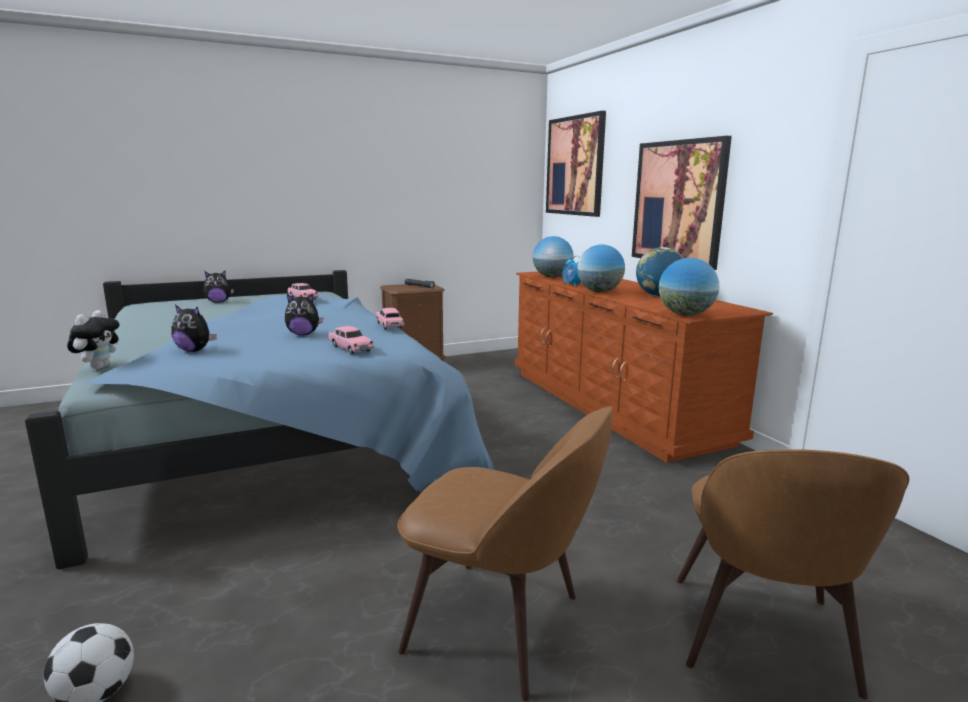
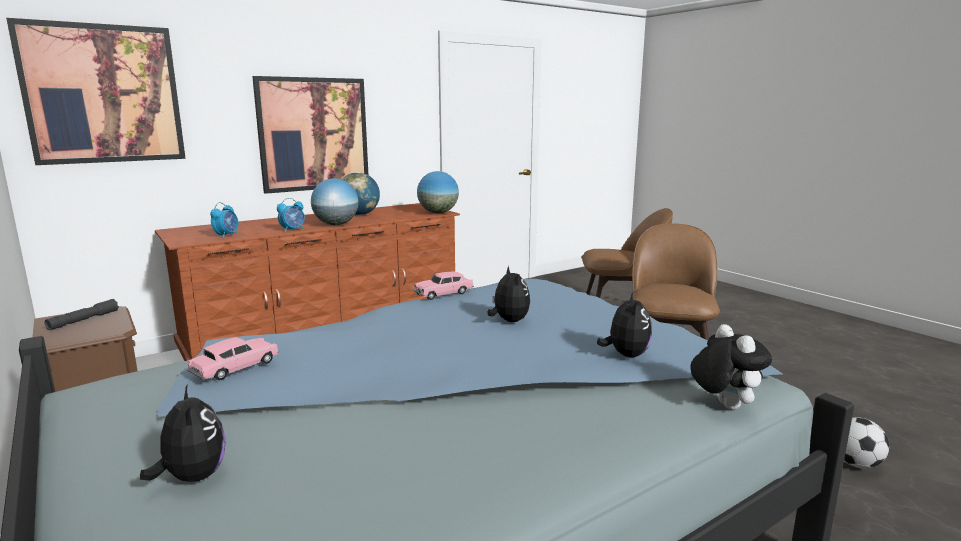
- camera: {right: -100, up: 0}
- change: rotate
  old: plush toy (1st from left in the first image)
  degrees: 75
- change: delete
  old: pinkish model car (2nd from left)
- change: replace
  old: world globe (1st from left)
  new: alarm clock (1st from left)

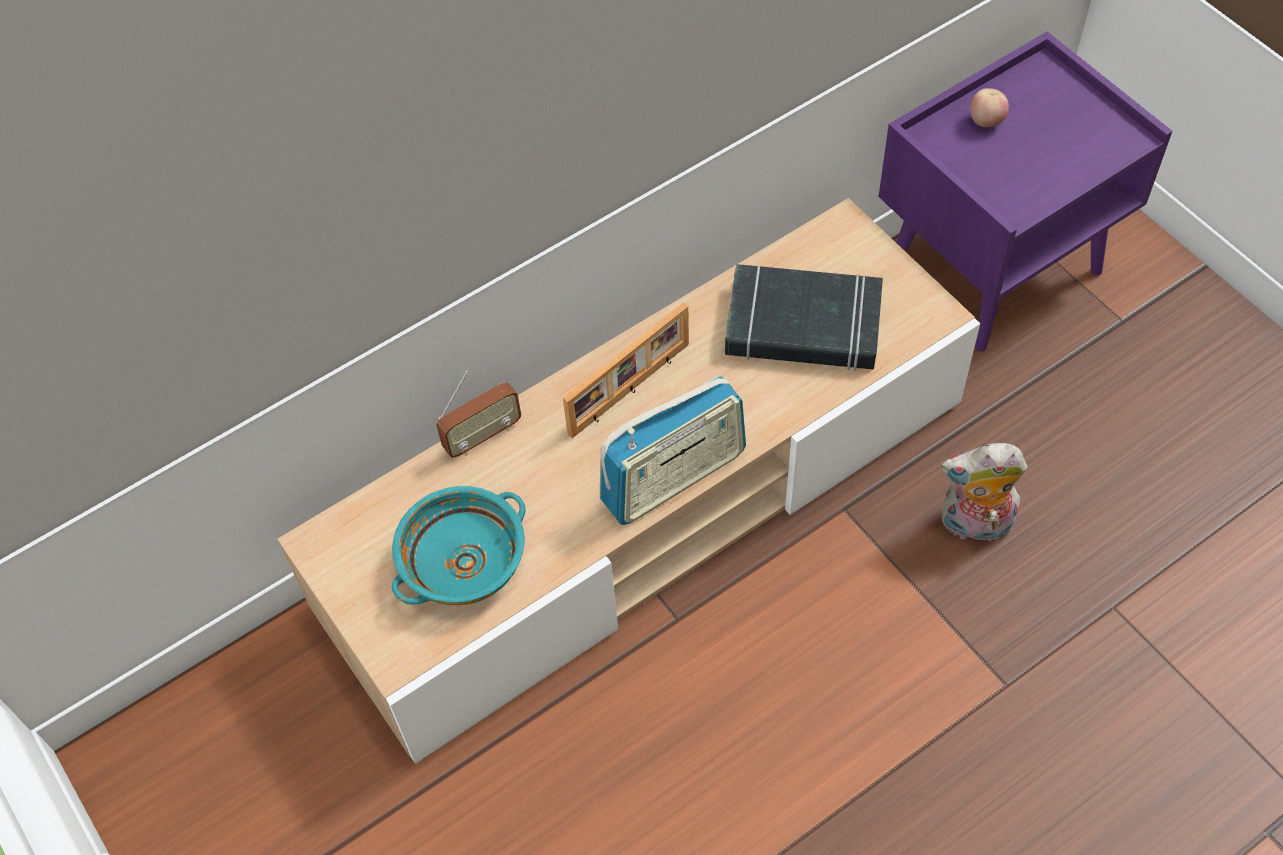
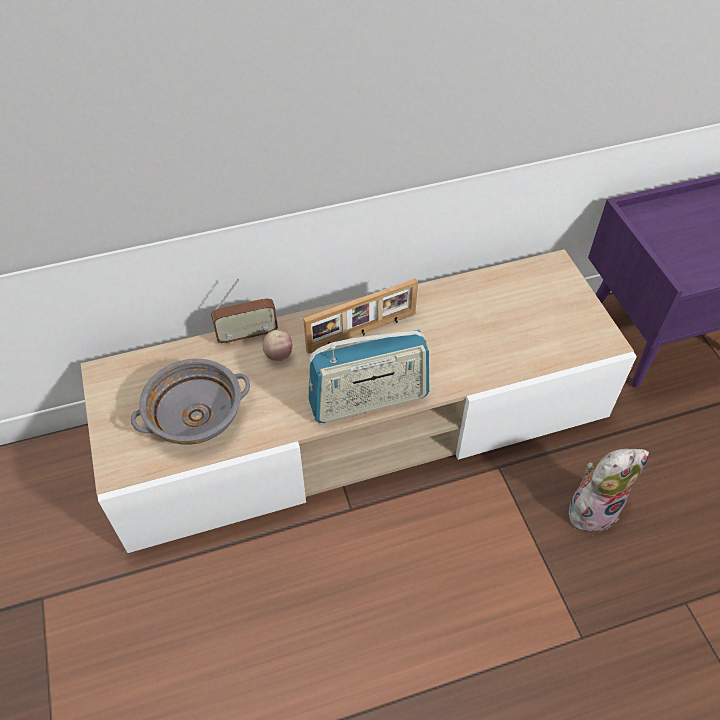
- camera: {right: 15, up: -5}
- change: recolor
  old: turquoise serving bowl
  new: greyish serving bowl
- change: delete
  old: black-coloured bound book
- change: rotate
  old: plush toy
  degrees: 135
- change: move
  old: whole apple

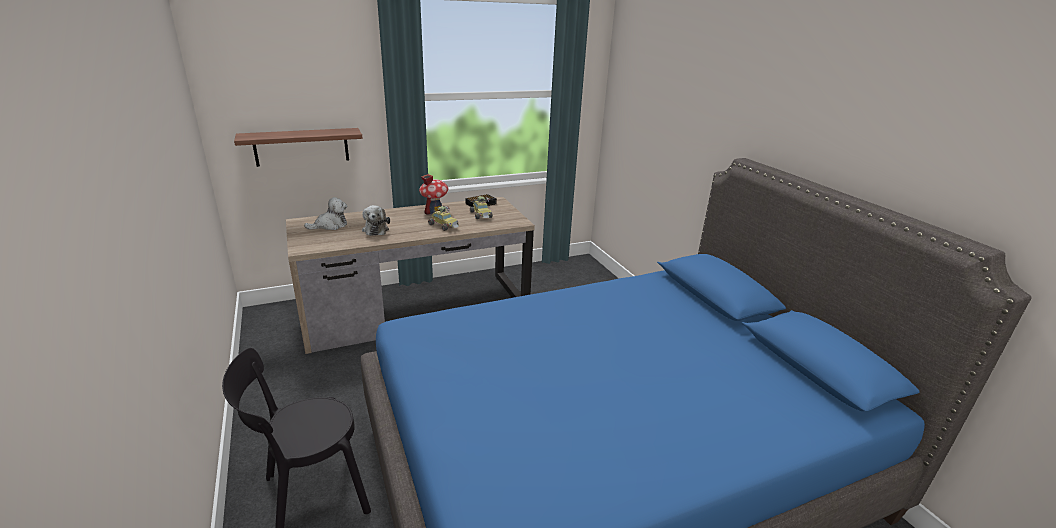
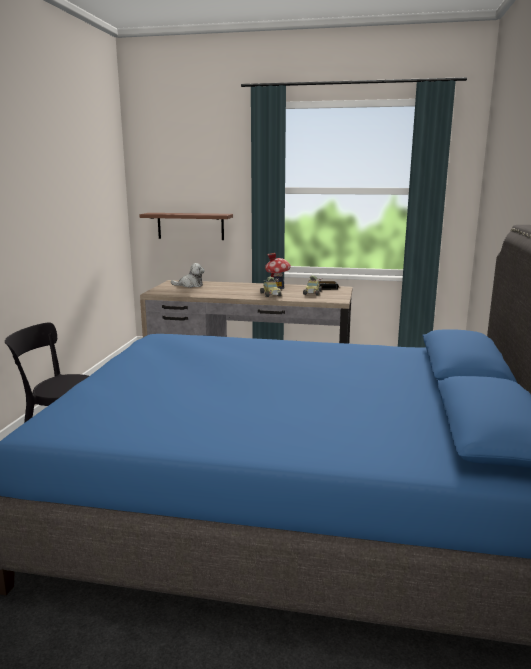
- camera: {right: 35, up: -10}
- change: delete
  old: plush toy (2nd from left)

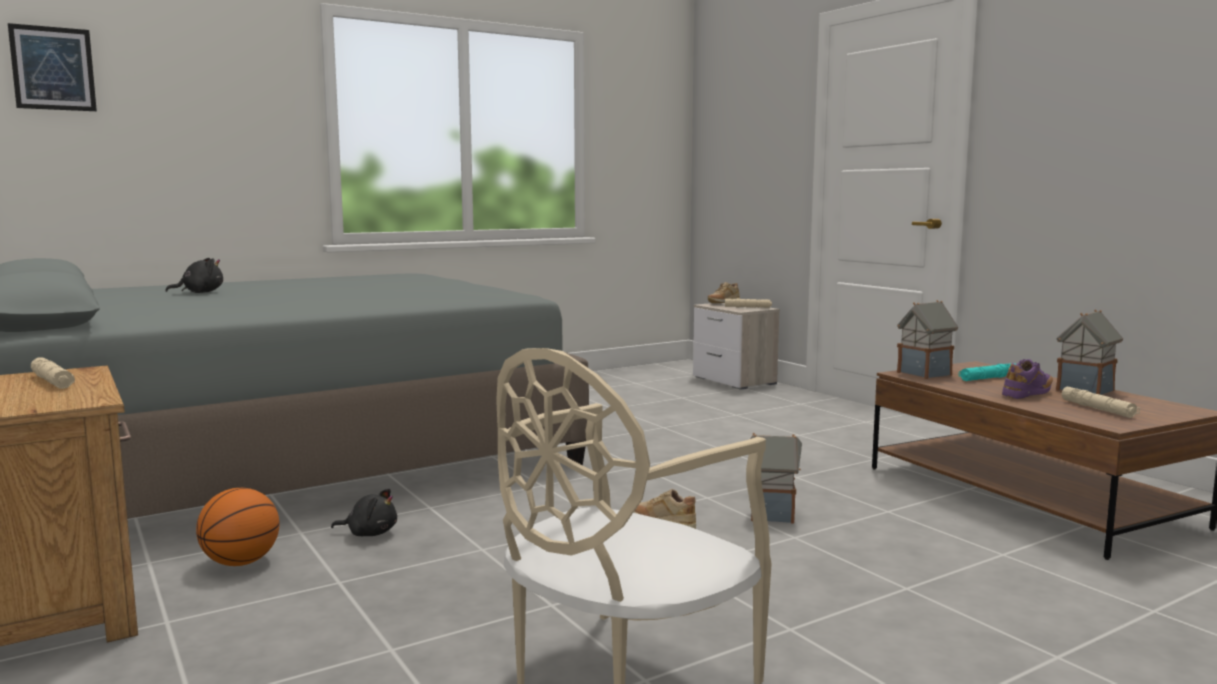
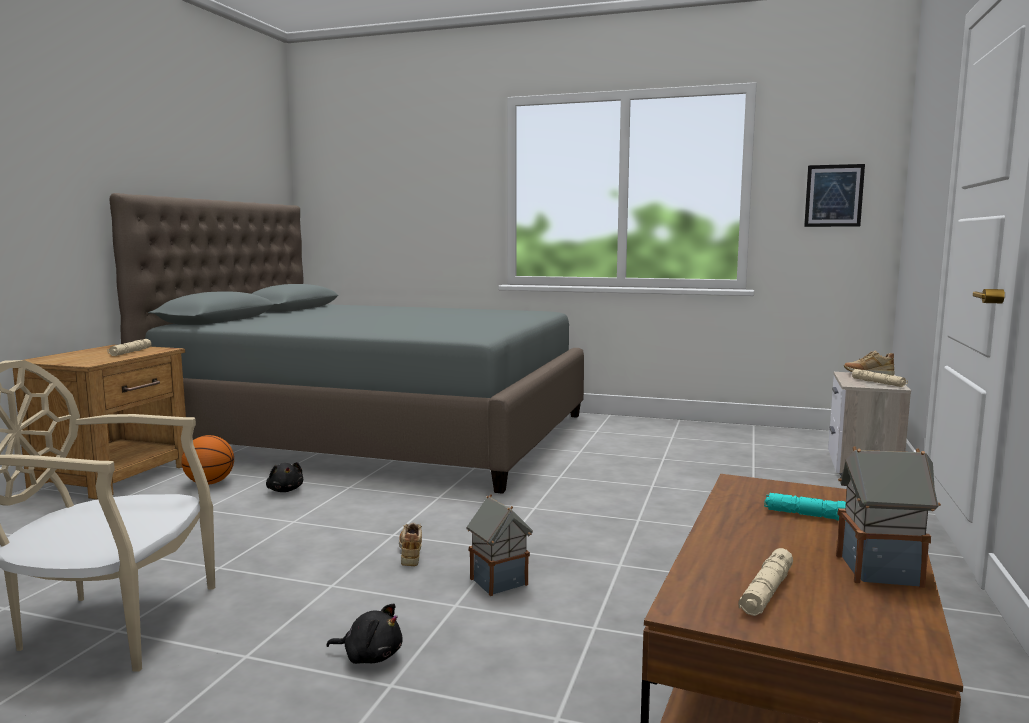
- camera: {right: 50, up: 0}
- change: move
  old: wall art
- change: move
  old: black-coloured plush toy (1st from left in the first image)
  new: black-coloured plush toy (2nd from left)
- change: delete
  old: model house (2nd from left)
- change: delete
  old: purple shoe

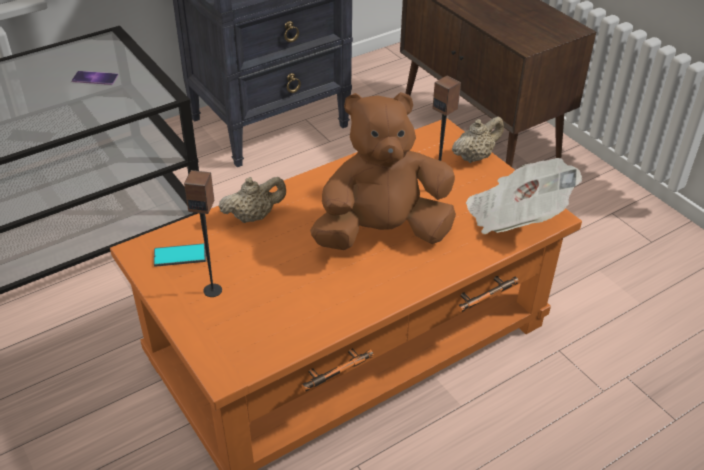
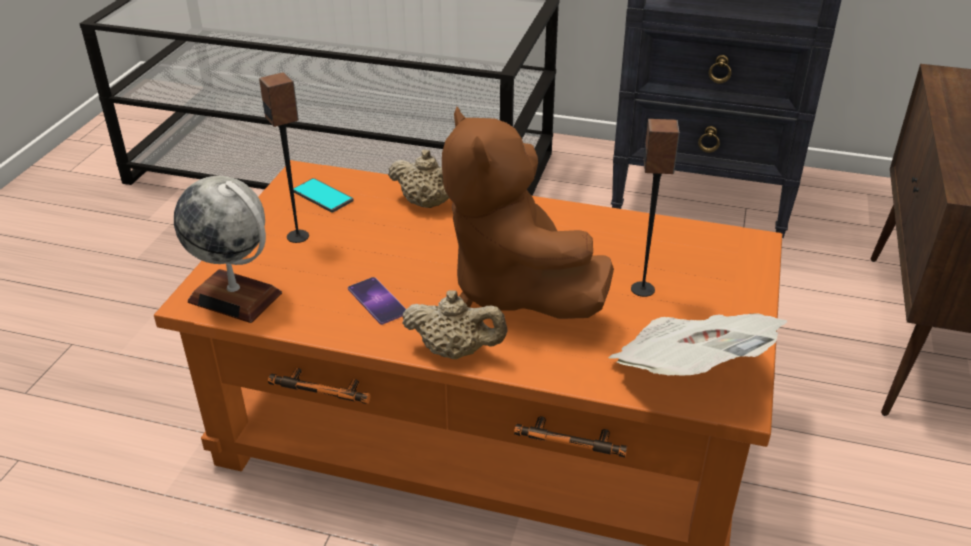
- camera: {right: 50, up: -5}
- change: move
  old: phone (1st from left in the first image)
  new: phone (2nd from left)
- change: rotate
  old: brownish plush toy
  degrees: -150
- change: move
  old: beige teapot (2nd from left)
- change: insert
  new: world globe

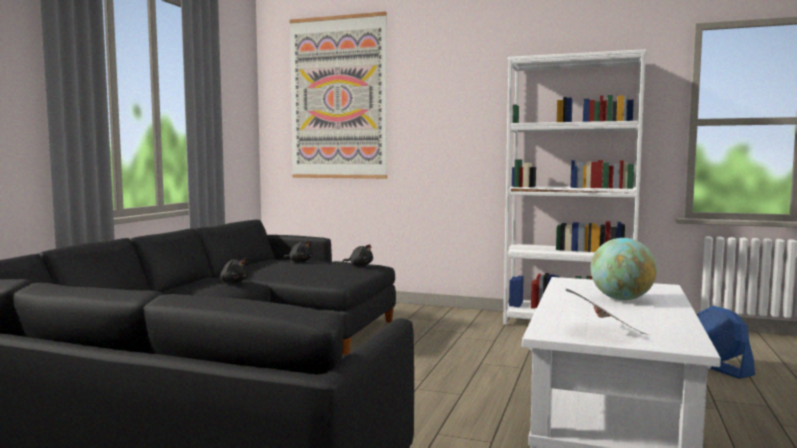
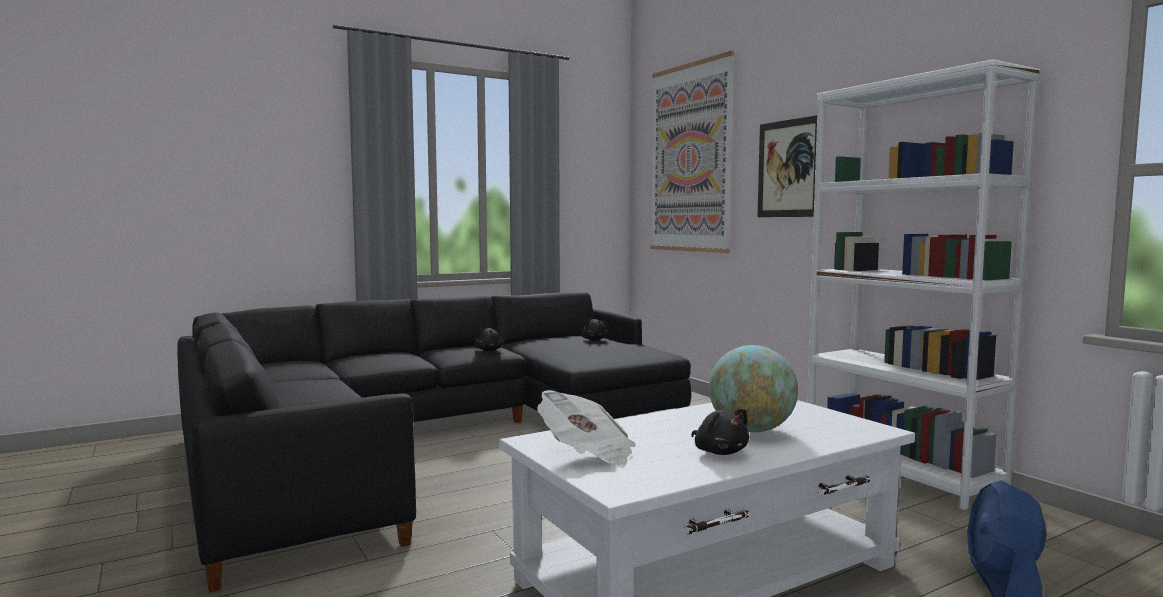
- camera: {right: 40, up: 0}
- change: move
  old: black-coloured plush toy (3rd from left)
- change: insert
  new: wall art (2nd from left)

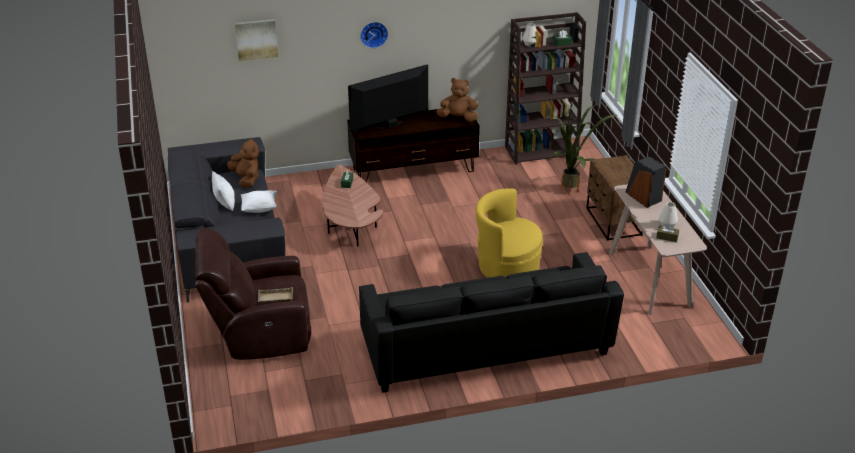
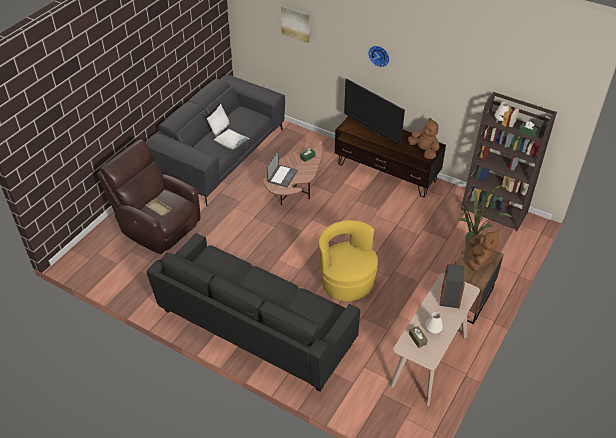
- camera: {right: 45, up: 10}
- change: move
  old: brownish plush toy (1st from left in the first image)
  new: brownish plush toy (2nd from left)
- change: rotate
  old: TV set
  degrees: -150
- change: insert
  new: notebook computer

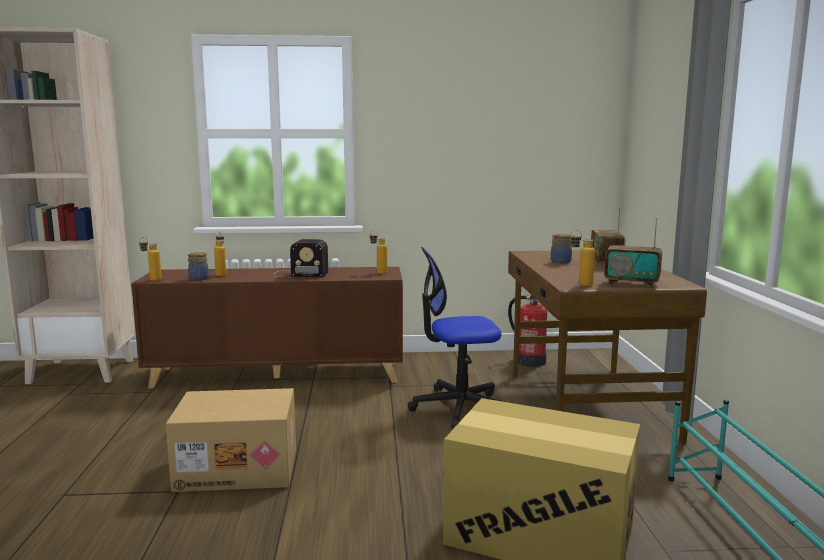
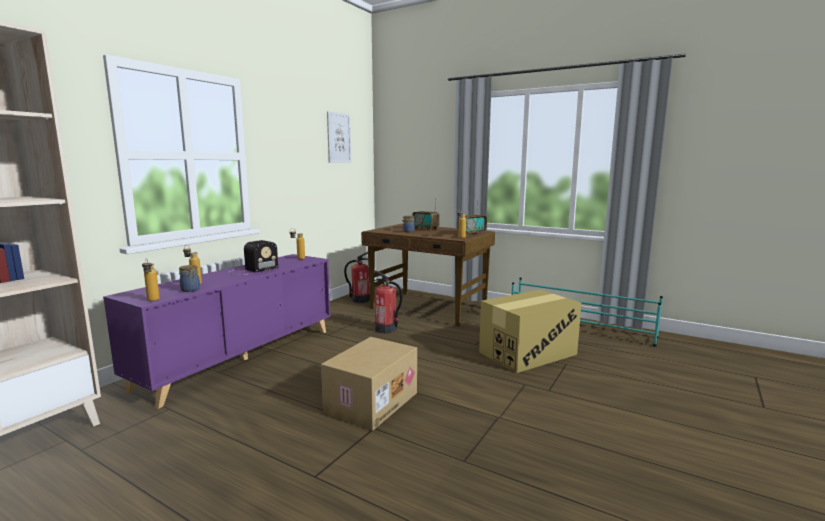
- camera: {right: -55, up: 0}
- change: recolor
  old: brownish storage cabinet
  new: purple storage cabinet
- change: replace
  old: desk chair
  new: fire extinguisher (2nd from left)
- change: insert
  new: wall art

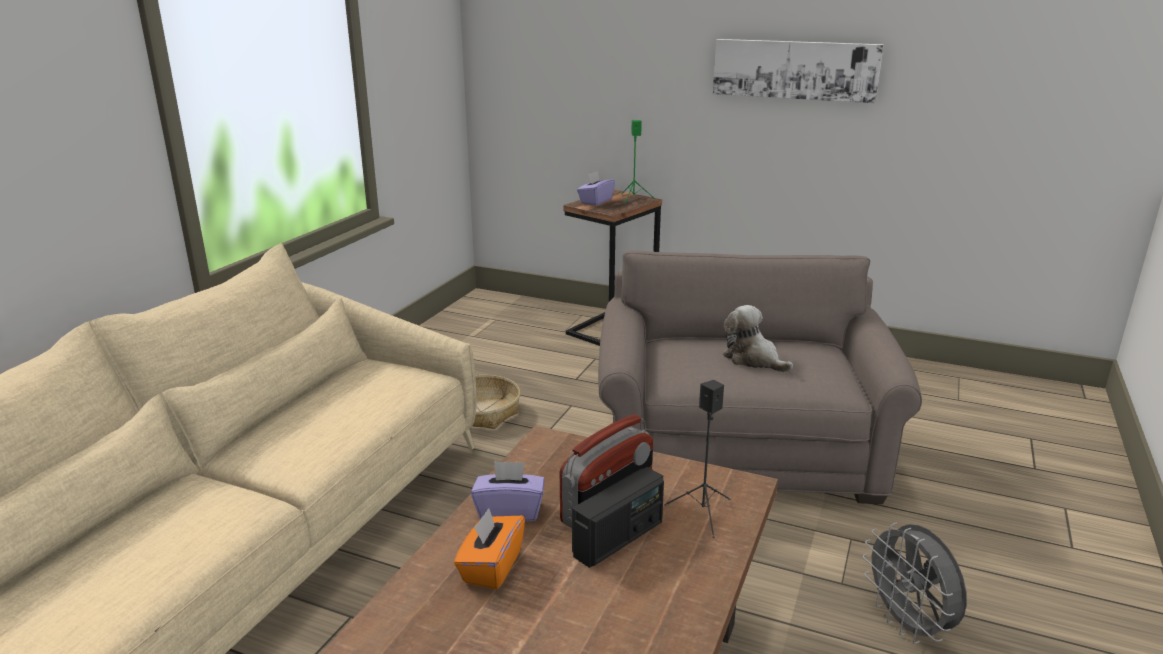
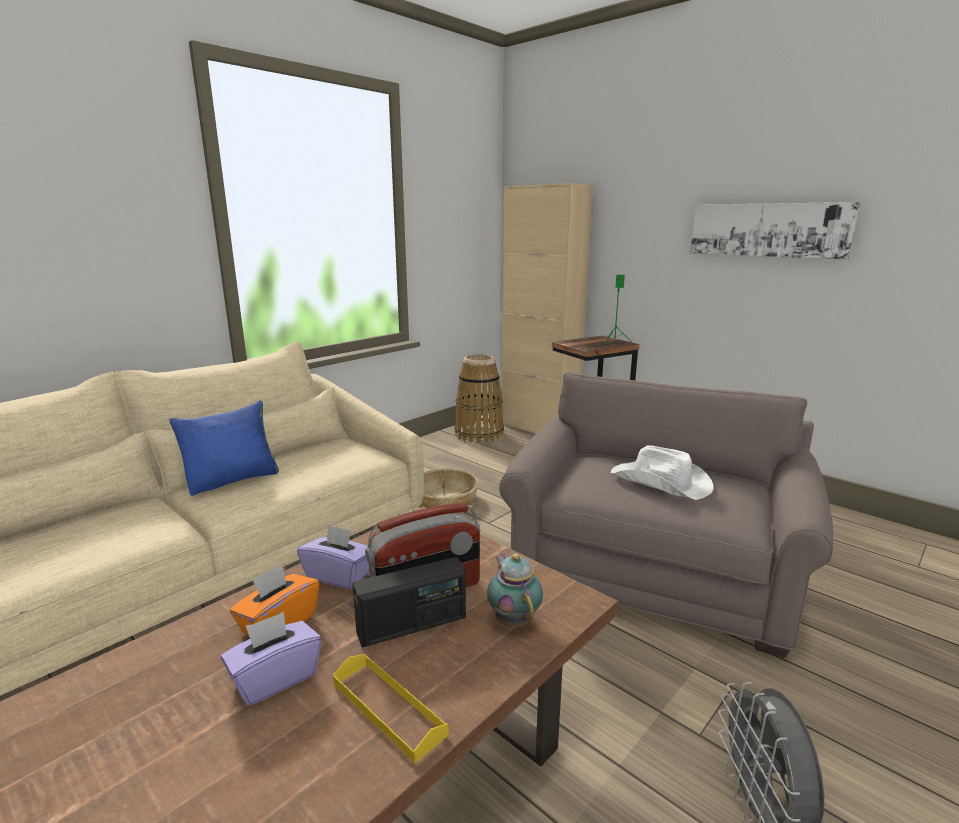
- camera: {right: 20, up: -5}
- change: move
  old: purple box of tissues (2nd from left in the first image)
  new: purple box of tissues (1st from left)
- change: replace
  old: black-coloured speaker
  new: teapot
- change: replace
  old: plush toy
  new: white wearable hat
- change: insert
  new: bluish cushion
- change: insert
  new: yellow tray
- change: insert
  new: storage basket (2nd from left)
- change: insert
  new: beige storage cabinet

